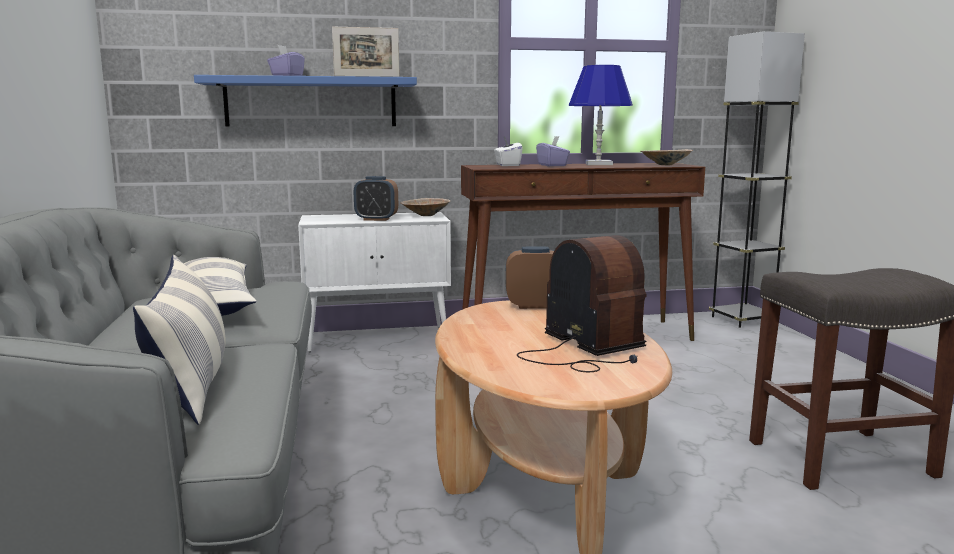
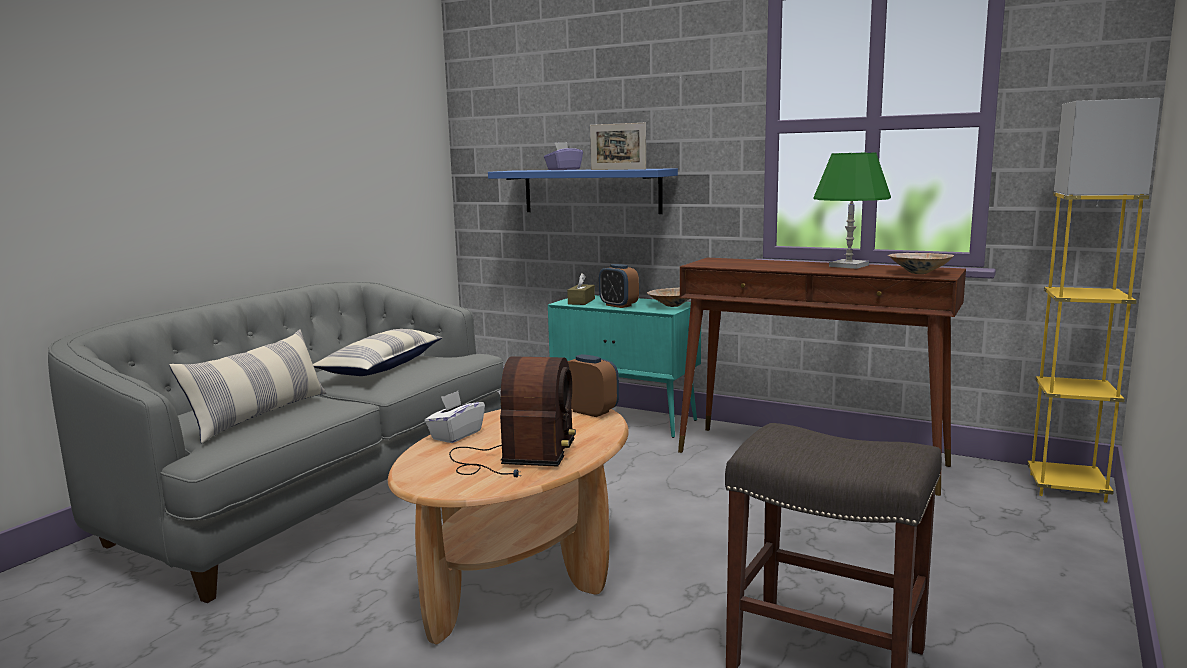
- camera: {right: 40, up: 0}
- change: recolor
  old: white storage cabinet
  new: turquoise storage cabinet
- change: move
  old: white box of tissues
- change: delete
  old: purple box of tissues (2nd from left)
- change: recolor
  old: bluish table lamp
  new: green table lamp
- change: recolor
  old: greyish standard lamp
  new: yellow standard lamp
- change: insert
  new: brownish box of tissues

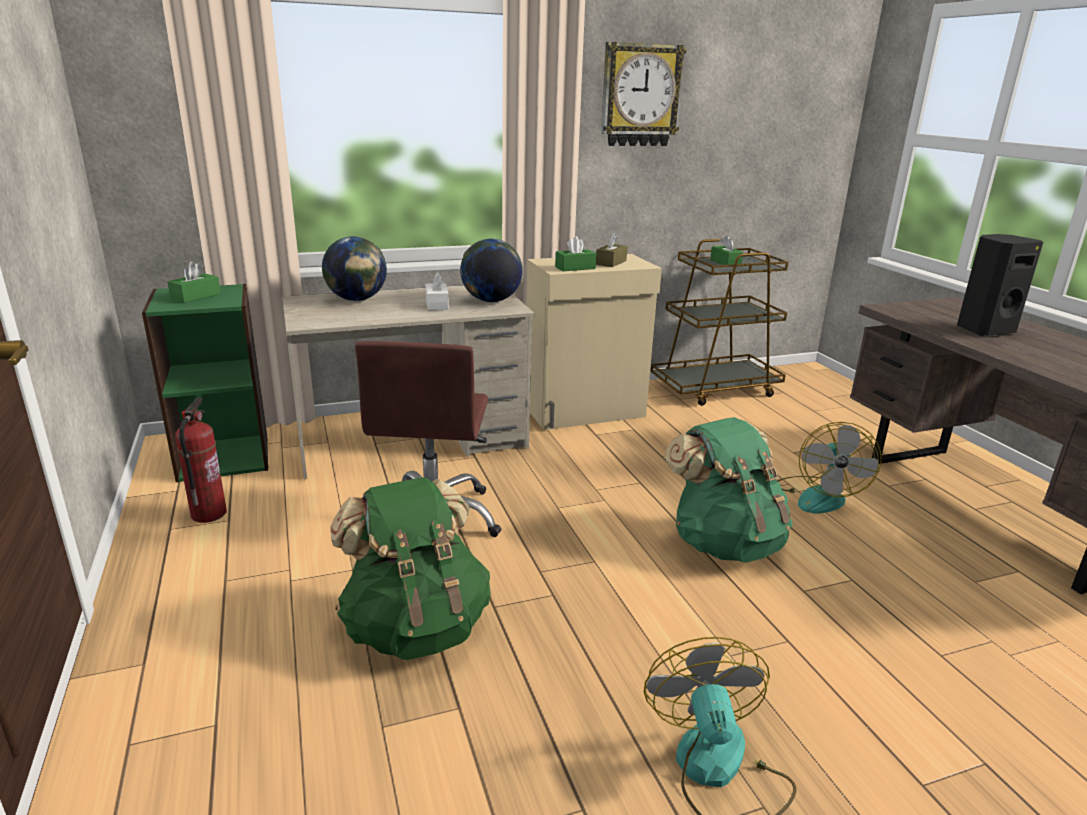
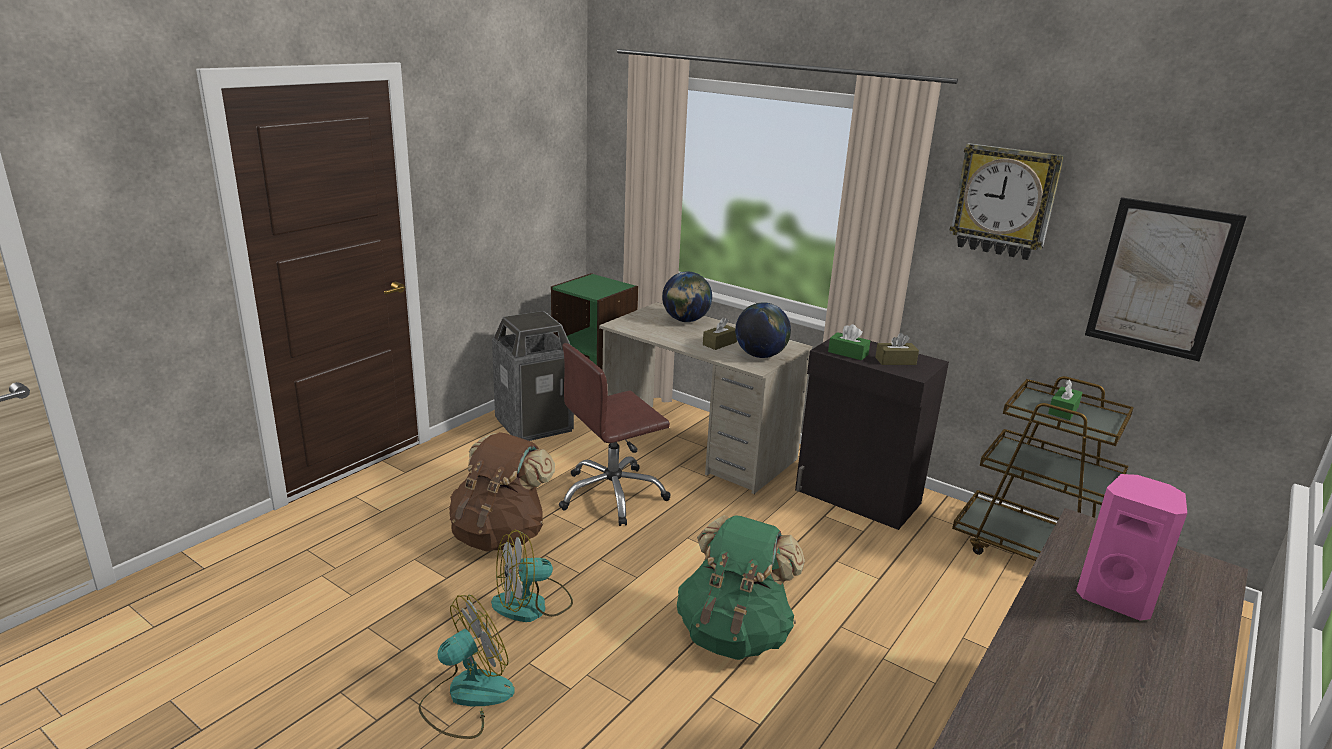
- camera: {right: 55, up: 0}
- change: delete
  old: green box of tissues (1st from left)
- change: replace
  old: fire extinguisher
  new: waste bin
- change: recolor
  old: green rucksack (1st from left)
  new: brownish rucksack
- change: recolor
  old: white box of tissues
  new: brownish box of tissues (1st from left)
- change: recolor
  old: beige storage cabinet
  new: black-coloured storage cabinet
- change: move
  old: fan (2nd from left)
- change: recolor
  old: black-coloured speaker
  new: pinkish speaker
- change: insert
  new: wall art

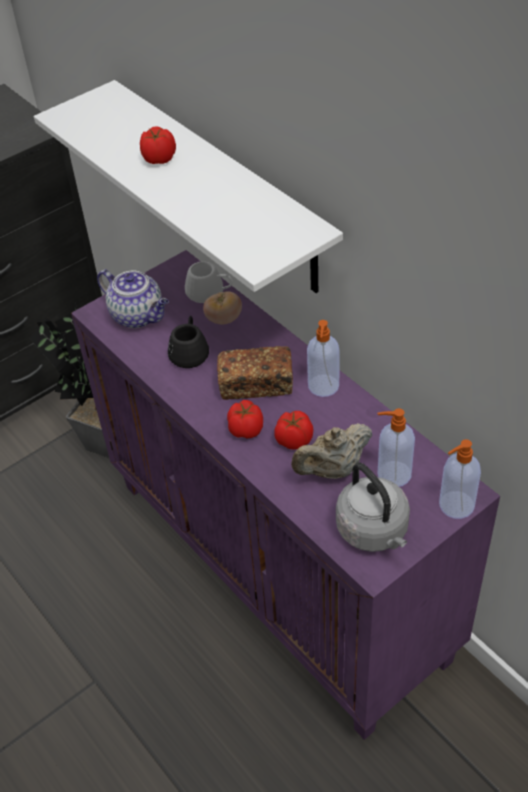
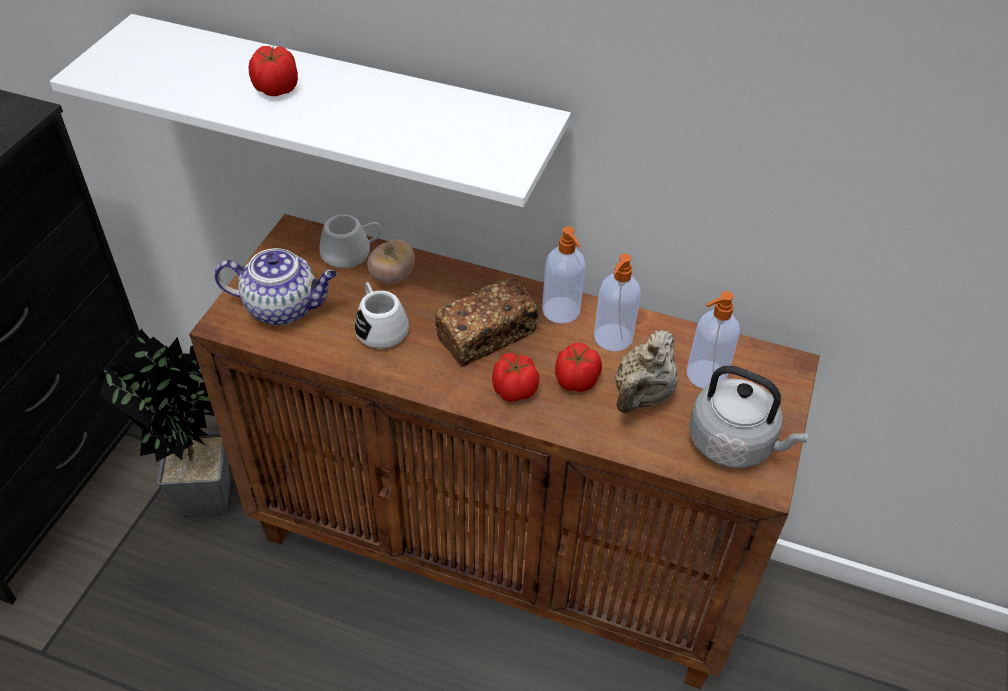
- camera: {right: -35, up: 0}
- change: recolor
  old: purple storage cabinet
  new: brownish storage cabinet
- change: recolor
  old: black-coloured tea mug
  new: white tea mug (2nd from left)
- change: move
  old: soap bottle (3rd from left in the first image)
  new: soap bottle (2nd from left)

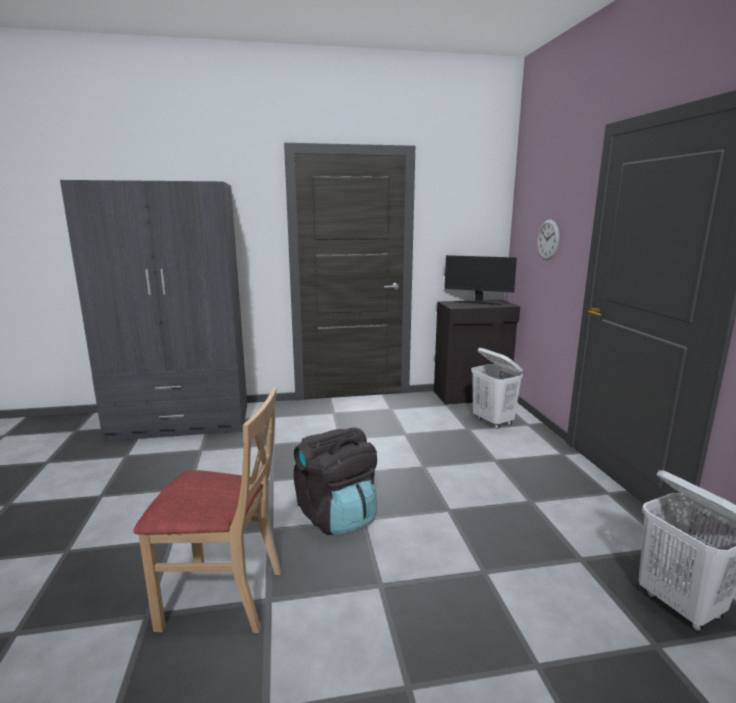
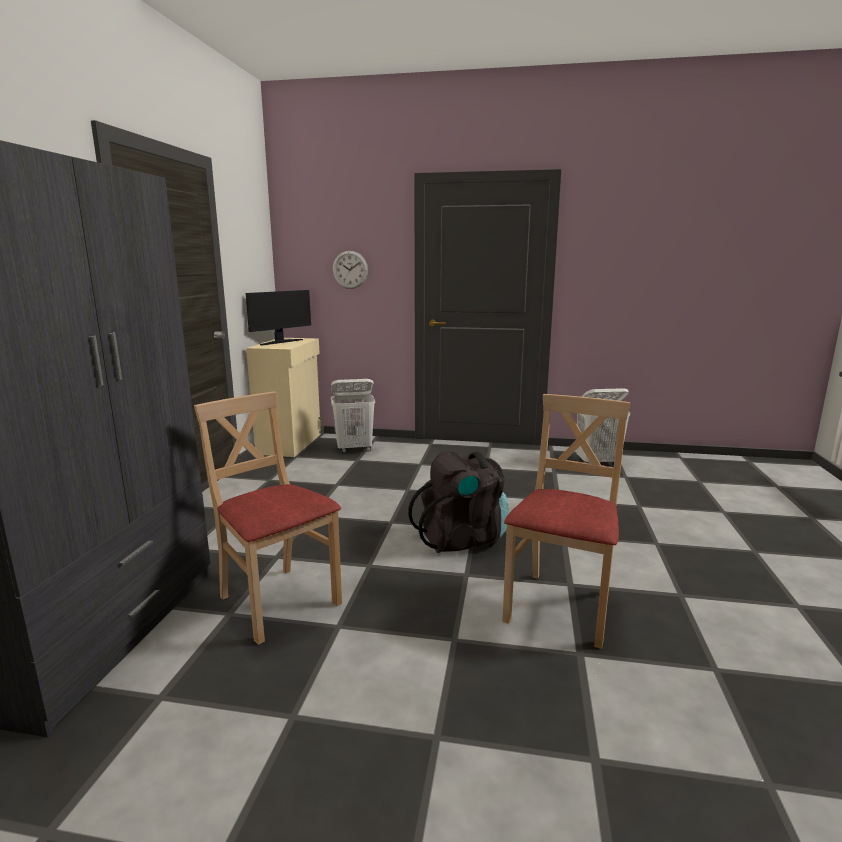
- camera: {right: -70, up: 0}
- change: recolor
  old: black-coloured storage cabinet
  new: beige storage cabinet
- change: insert
  new: beige chair (1st from left)

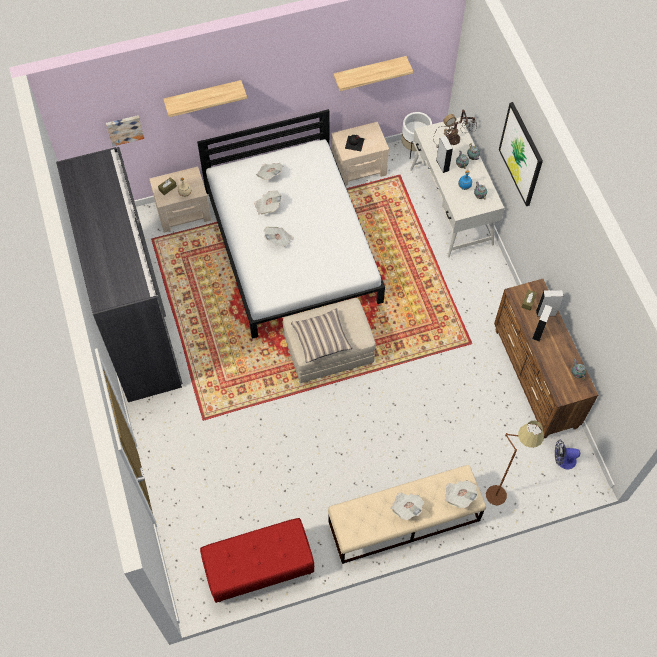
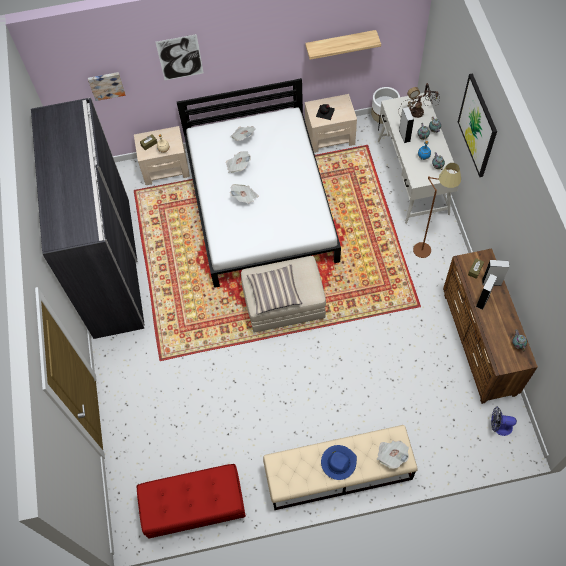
- camera: {right: 10, up: 0}
- change: replace
  old: wall shelf (1st from left)
  new: wall art (2nd from left)
- change: replace
  old: printed paper (4th from left)
  new: bluish wearable hat
- change: move
  old: brownish standard lamp

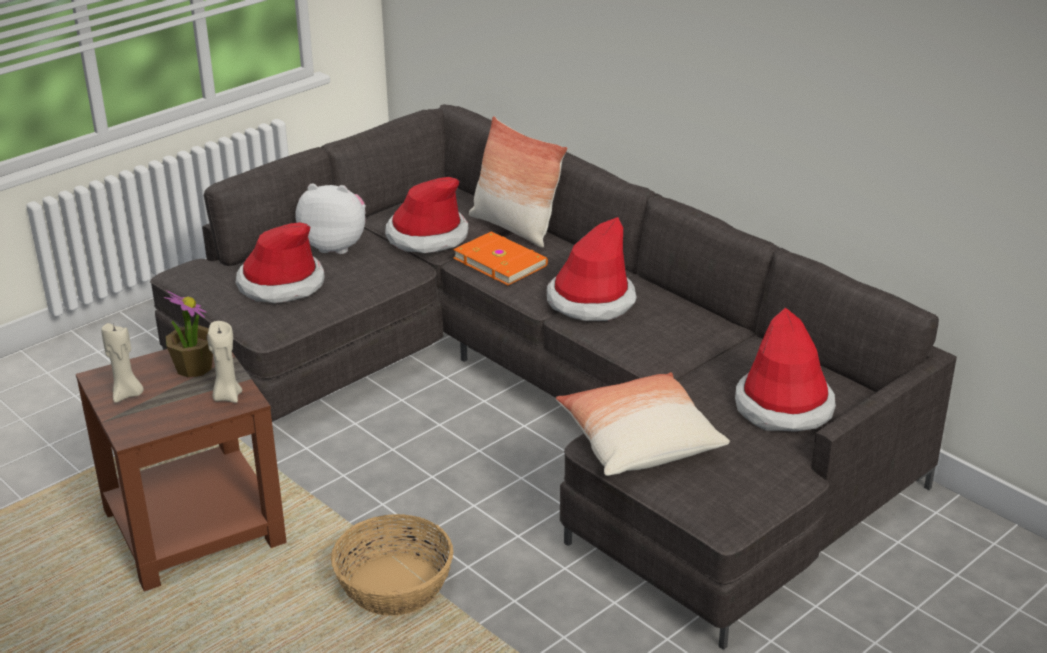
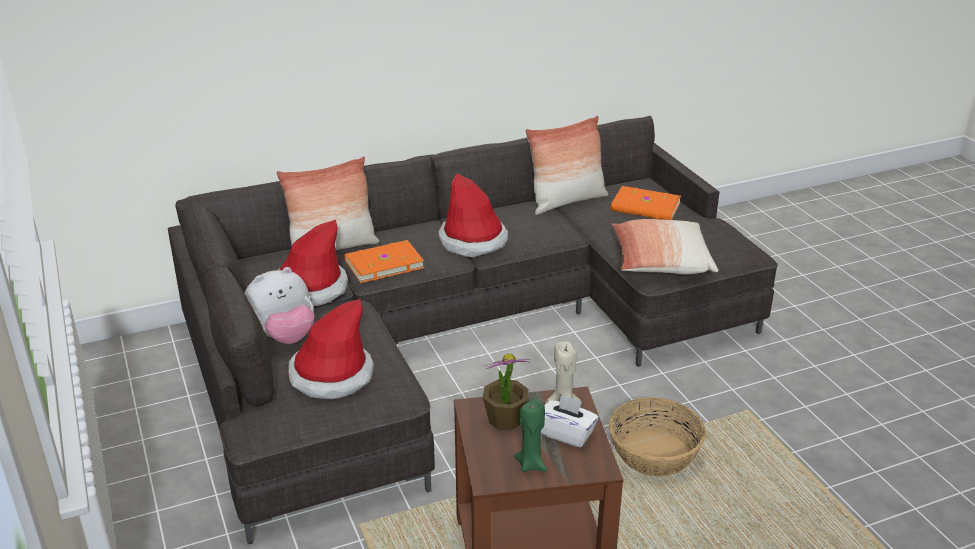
- camera: {right: -70, up: 0}
- change: recolor
  old: beige wax candle (1st from left)
  new: green wax candle
- change: rotate
  old: plush toy
  degrees: -150
- change: replace
  old: wearable hat (4th from left)
  new: orange bound book (2nd from left)
- change: insert
  new: cushion (2nd from left)
- change: insert
  new: white box of tissues

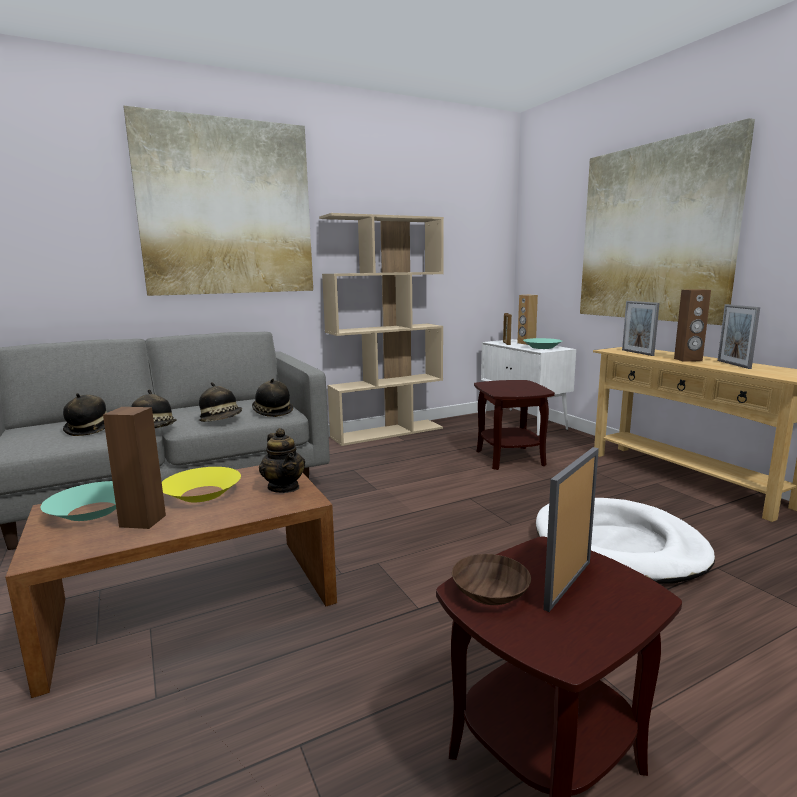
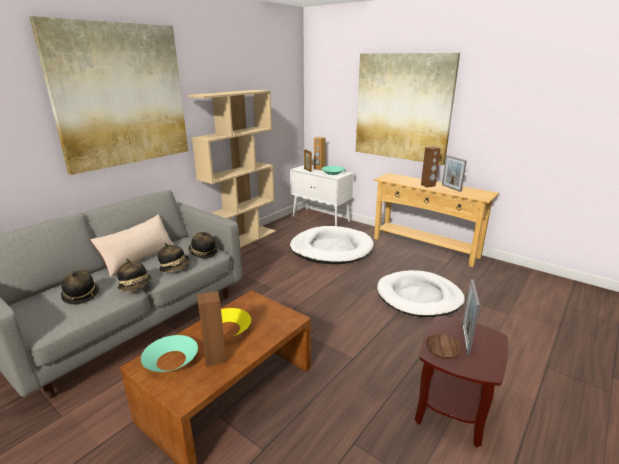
- camera: {right: -25, up: 10}
- change: delete
  old: teapot
- change: replace
  old: brownish end table (1st from left)
  new: white pet bed (1st from left)
- change: delete
  old: picture frame (3rd from left)
- change: insert
  new: beige cushion

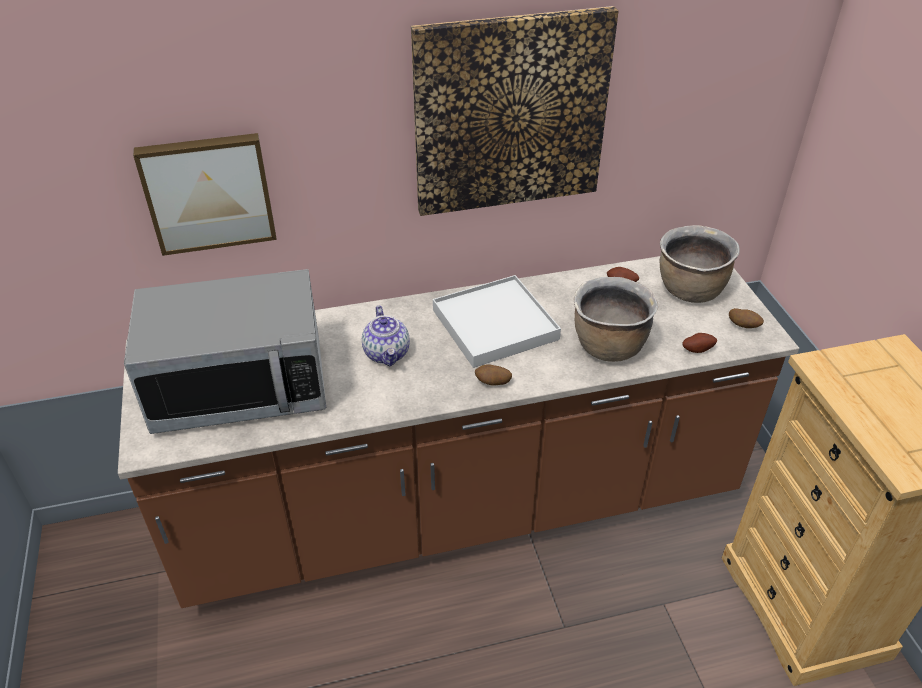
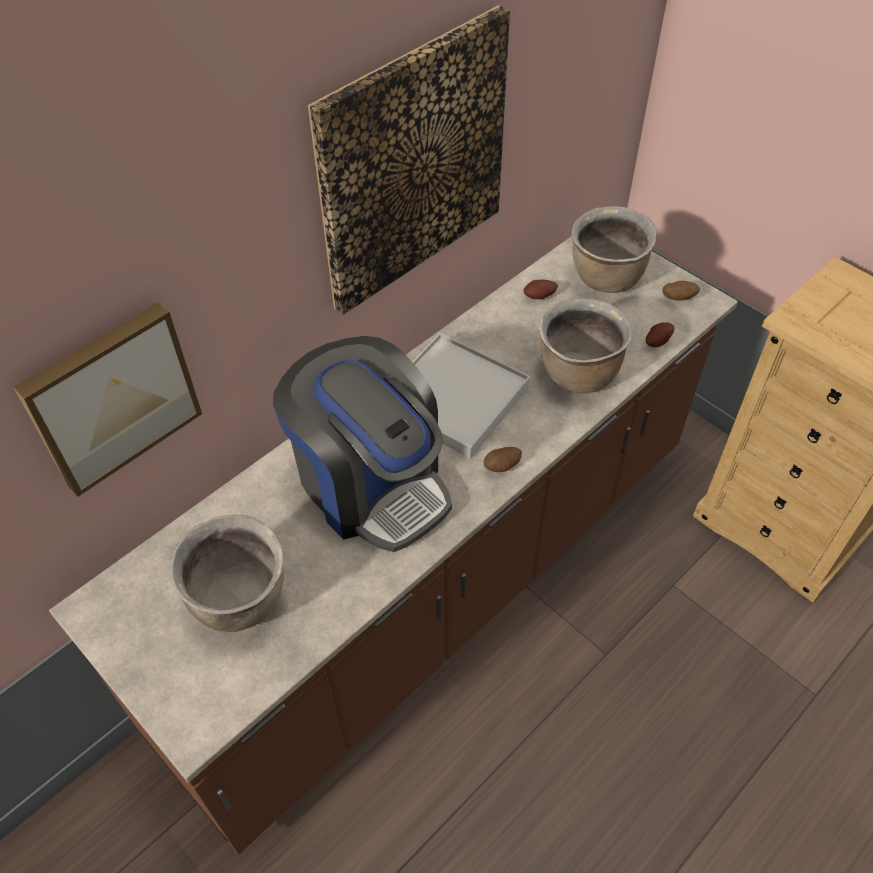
- camera: {right: -30, up: 10}
- change: replace
  old: microwave
  new: brownish cooking pot (1st from left)
- change: replace
  old: teapot
  new: coffee maker

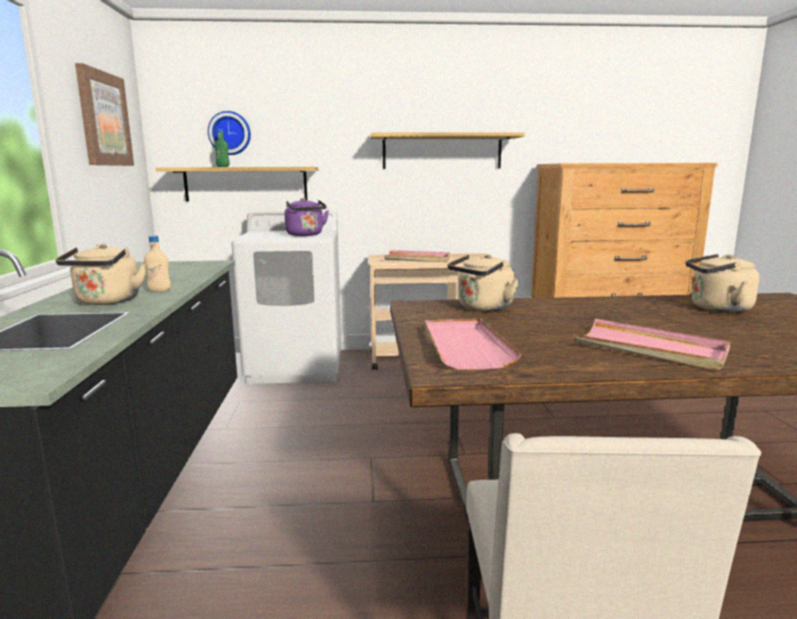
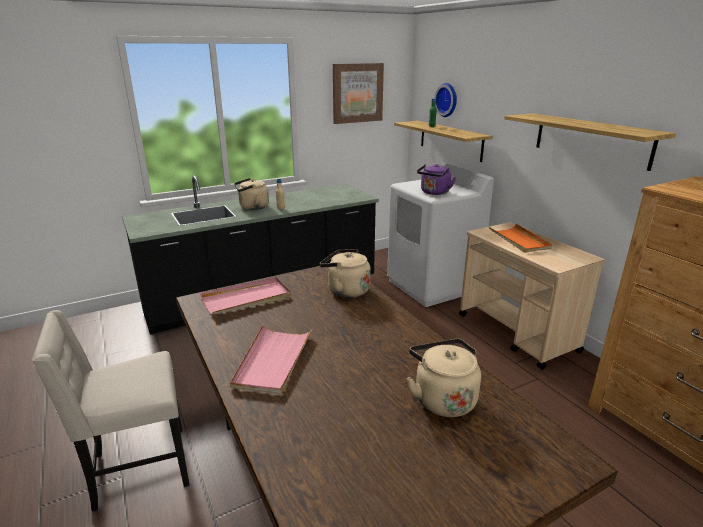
- camera: {right: 65, up: 10}
- change: recolor
  old: pinkish tray (1st from left)
  new: orange tray

